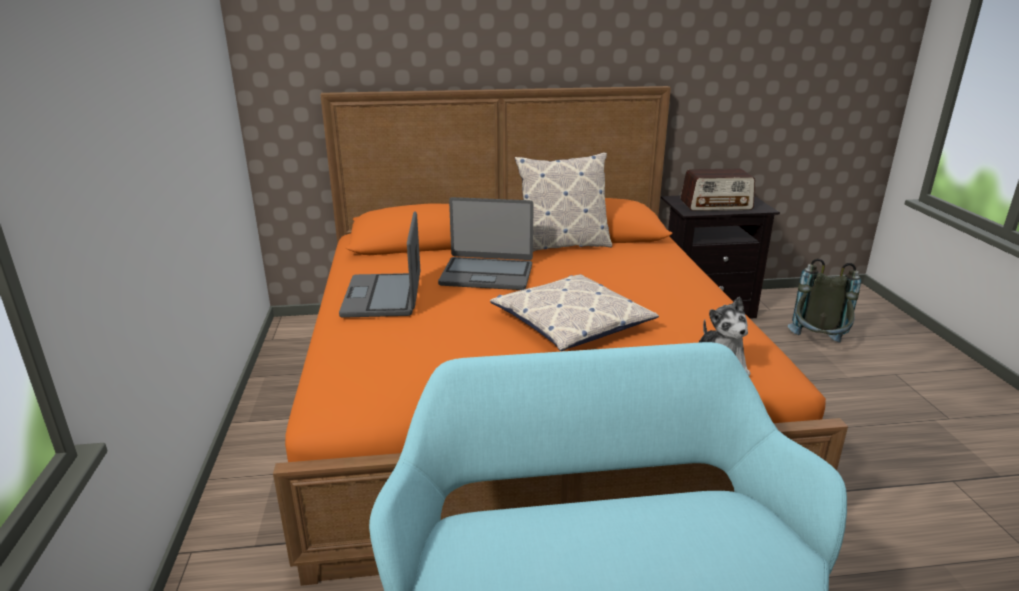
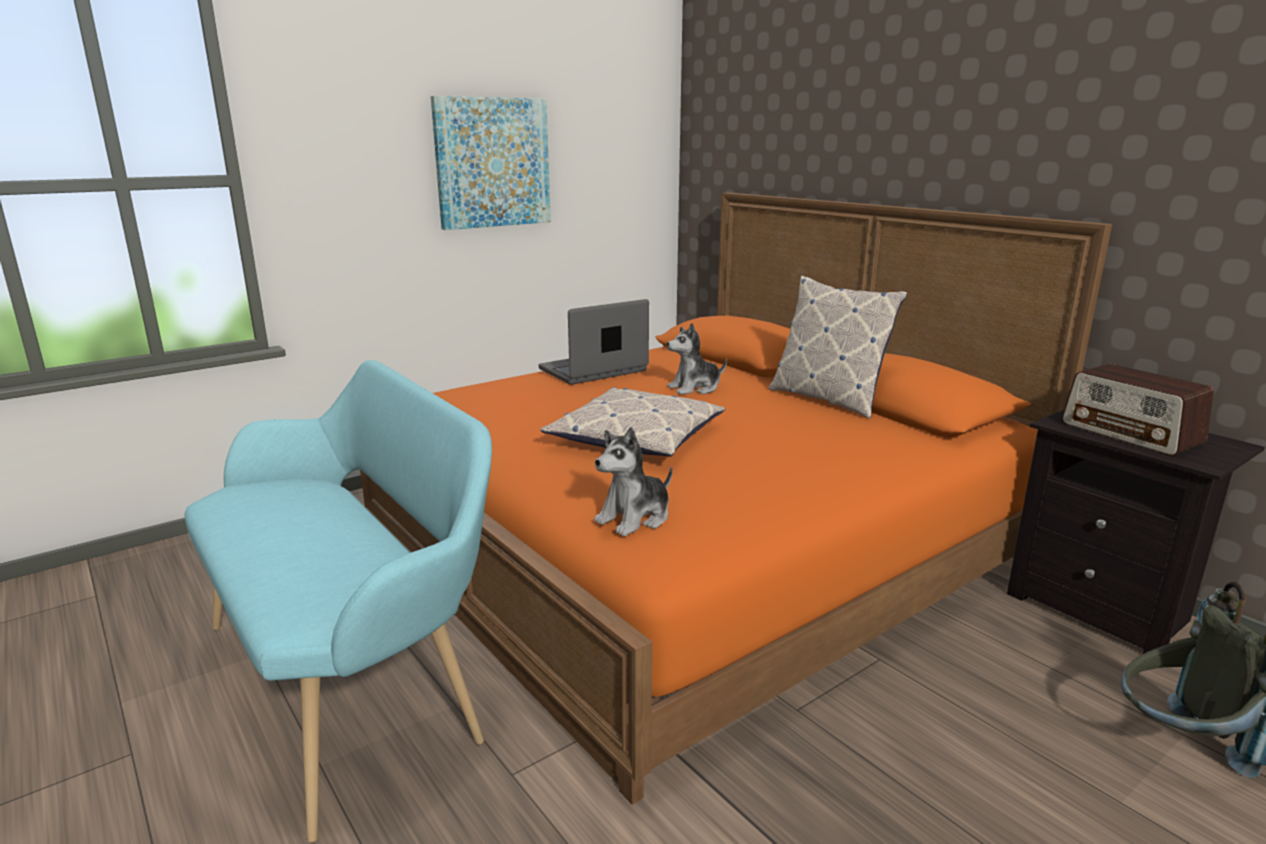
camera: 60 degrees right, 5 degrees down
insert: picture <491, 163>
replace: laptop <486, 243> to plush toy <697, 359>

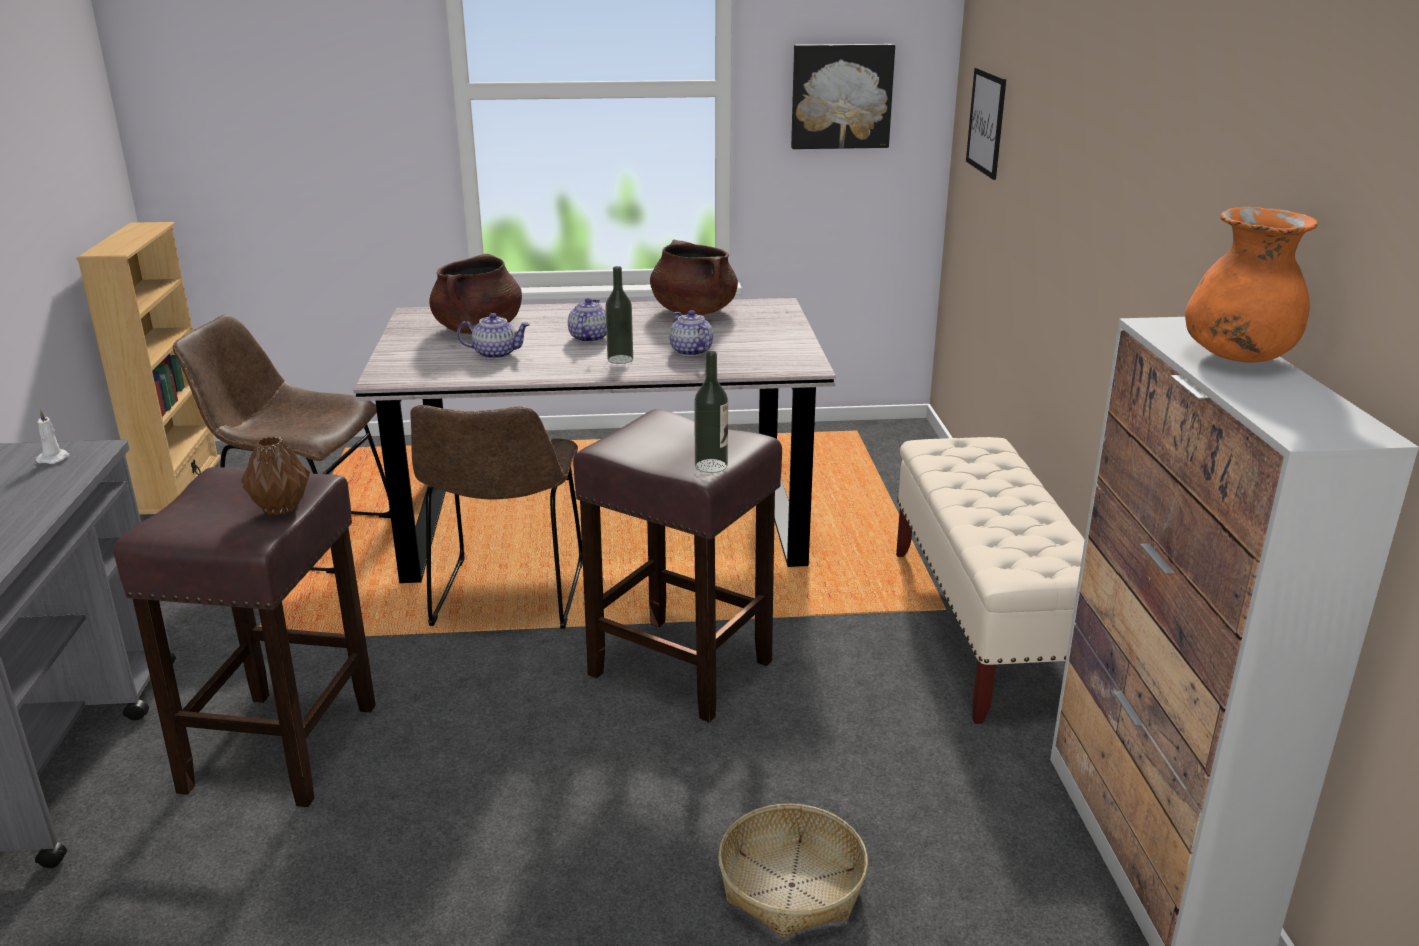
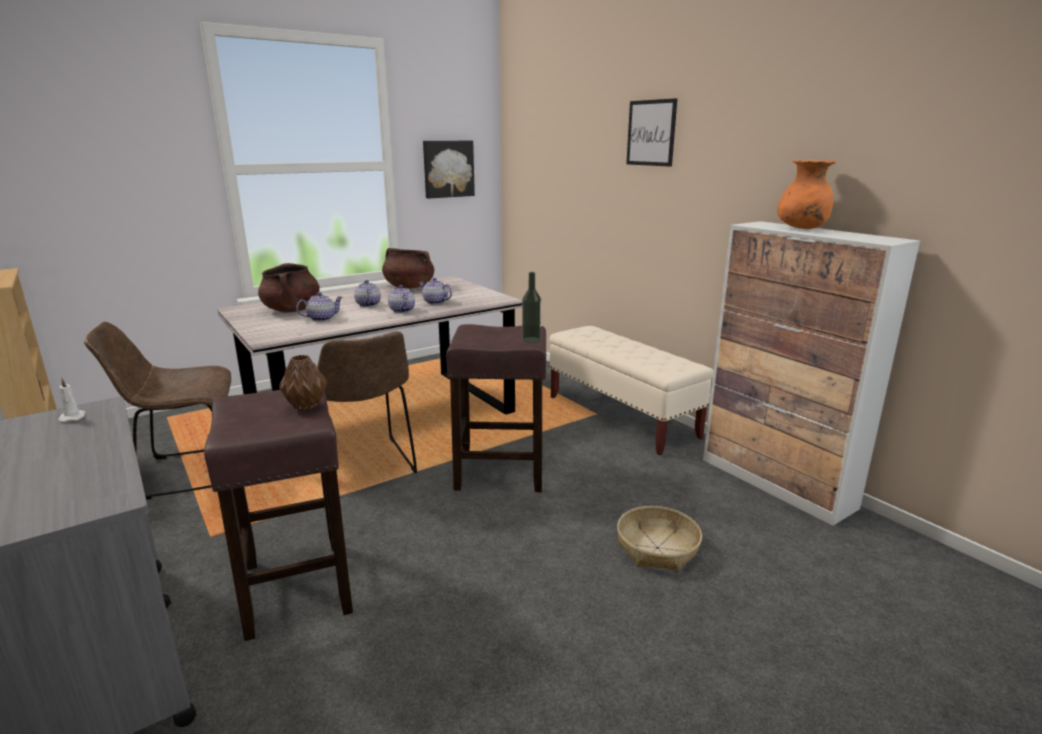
camera: 30 degrees left, 5 degrees down
move: picture <986, 123> to <652, 132>
replace: bottle <619, 315> to teapot <401, 299>

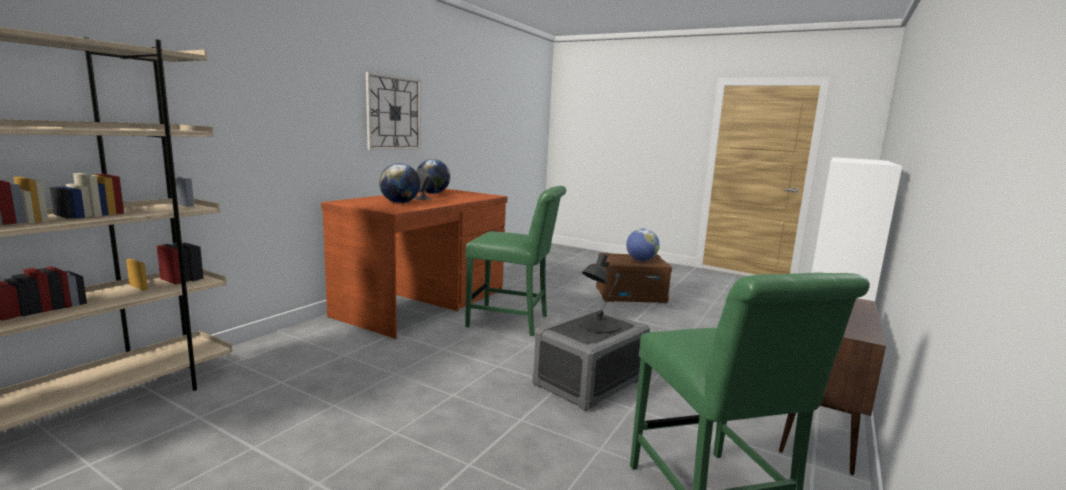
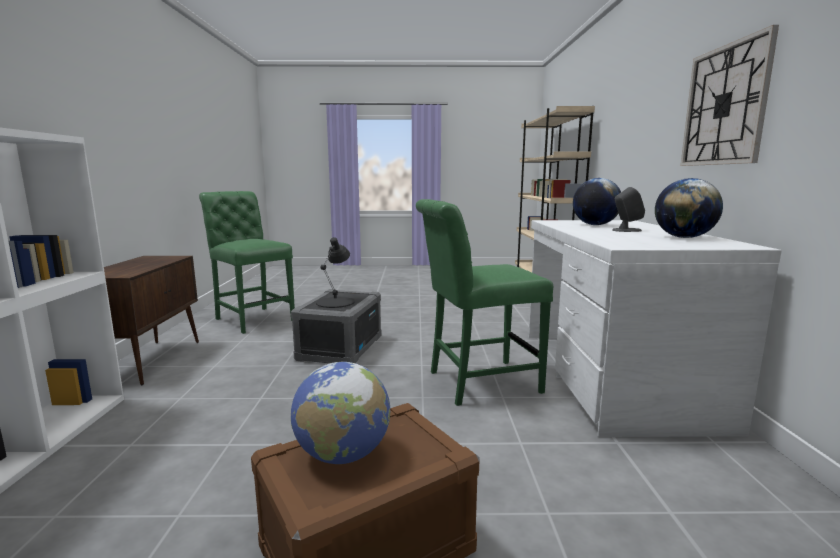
camera: 150 degrees right, 0 degrees up
recolor: desk/brown <414, 264> to desk/white <655, 328>

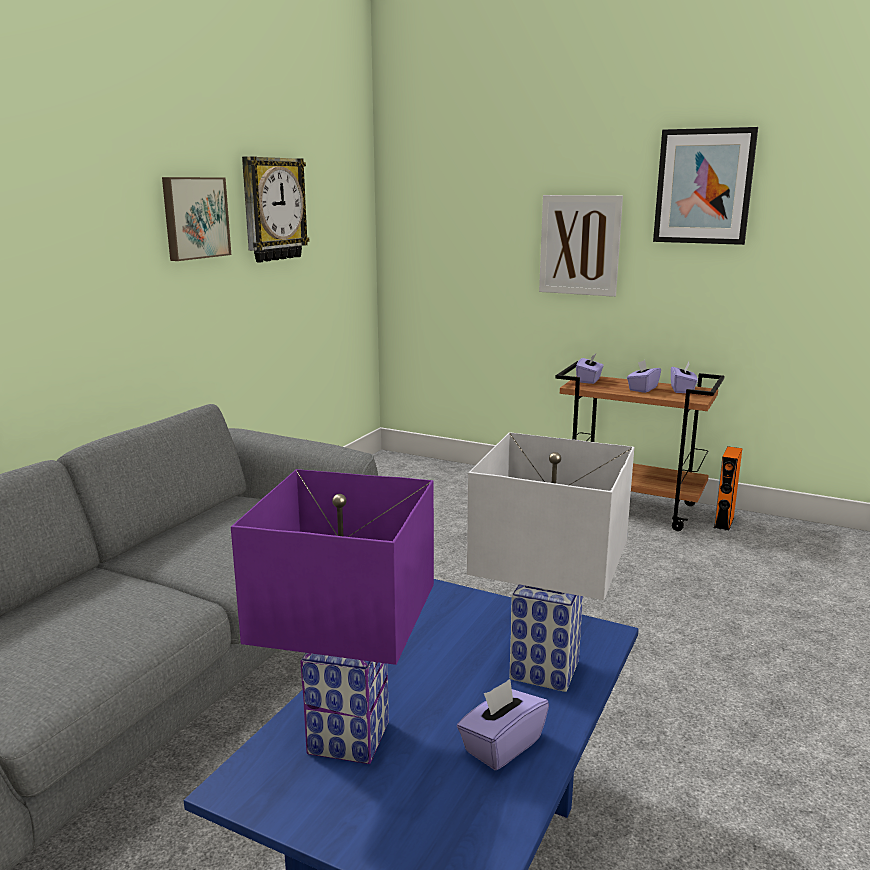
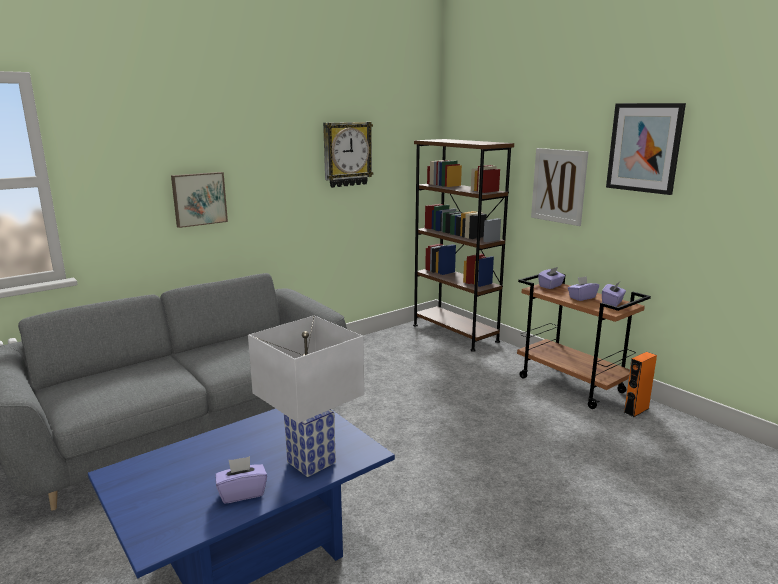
camera: 25 degrees right, 0 degrees up
delete: table lamp/purple <332, 616>
insert: bookcase/brown <463, 245>
move: picture <196, 219> to <199, 200>

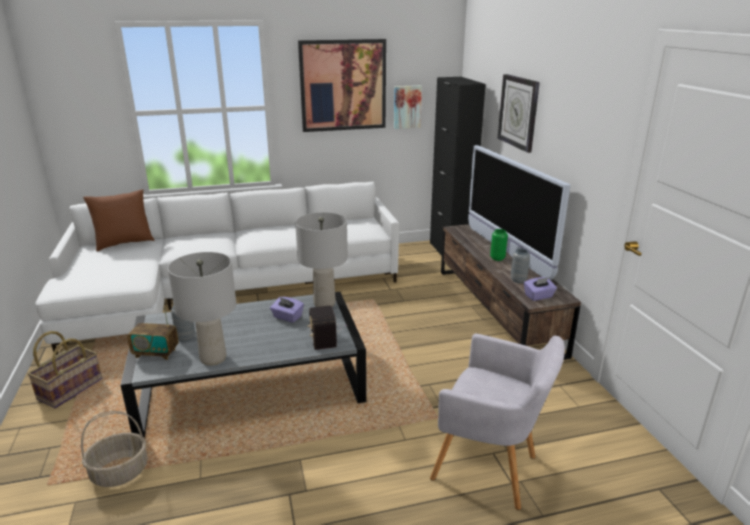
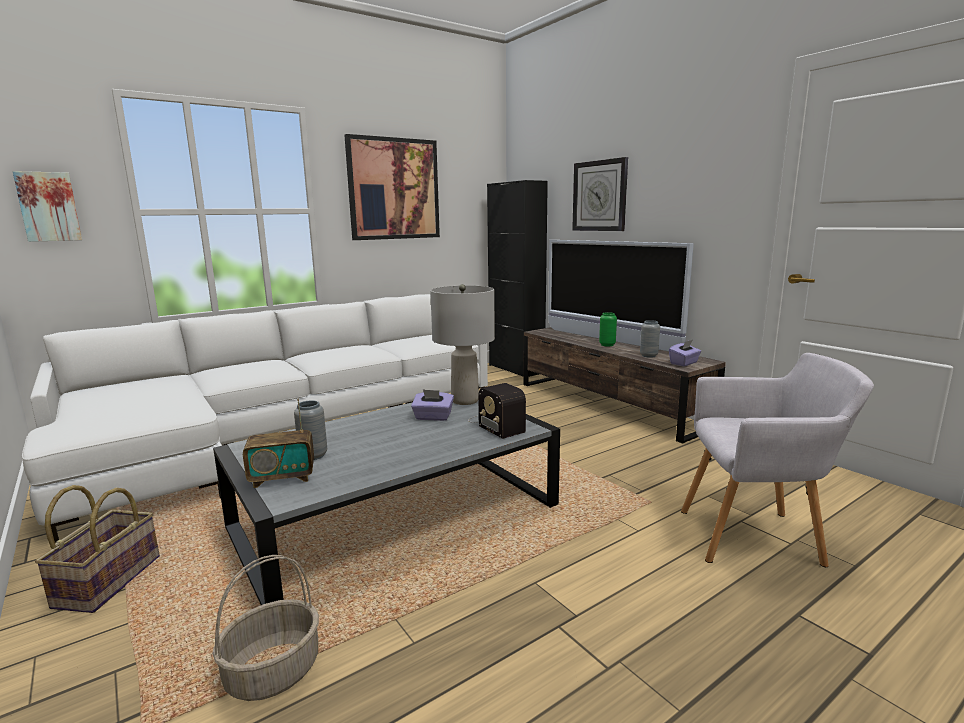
camera: 20 degrees left, 10 degrees down
delete: pillow/brown <119, 220>; table lamp/grey <202, 309>
move: picture <408, 107> to <47, 206>

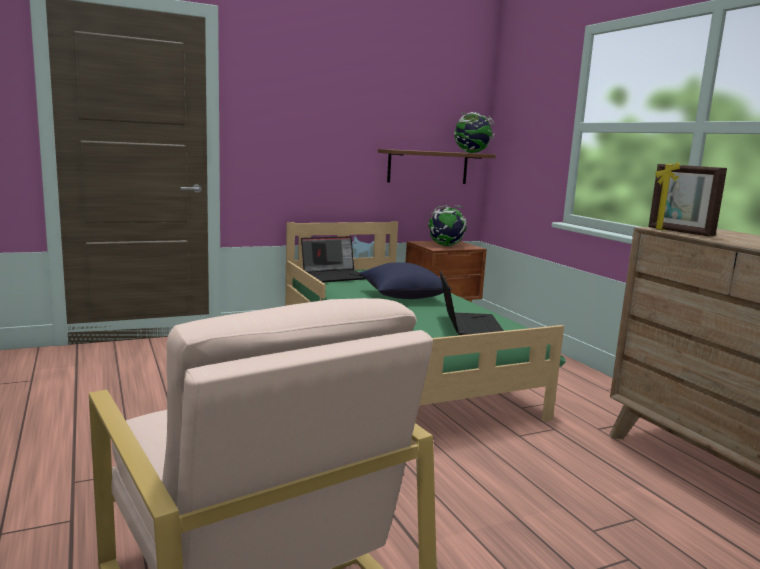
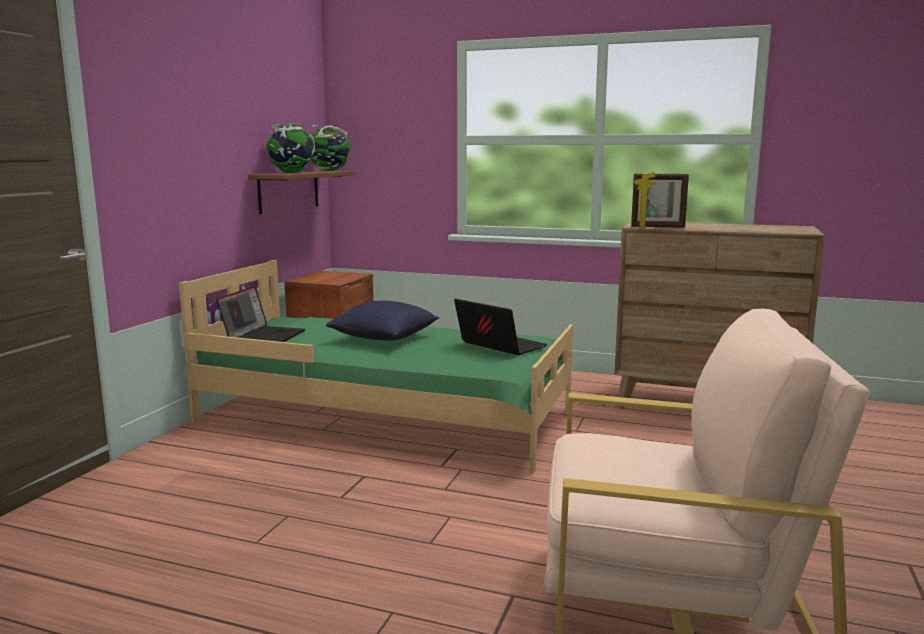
camera: 45 degrees left, 0 degrees up
move: globe <447, 225> to <291, 148>

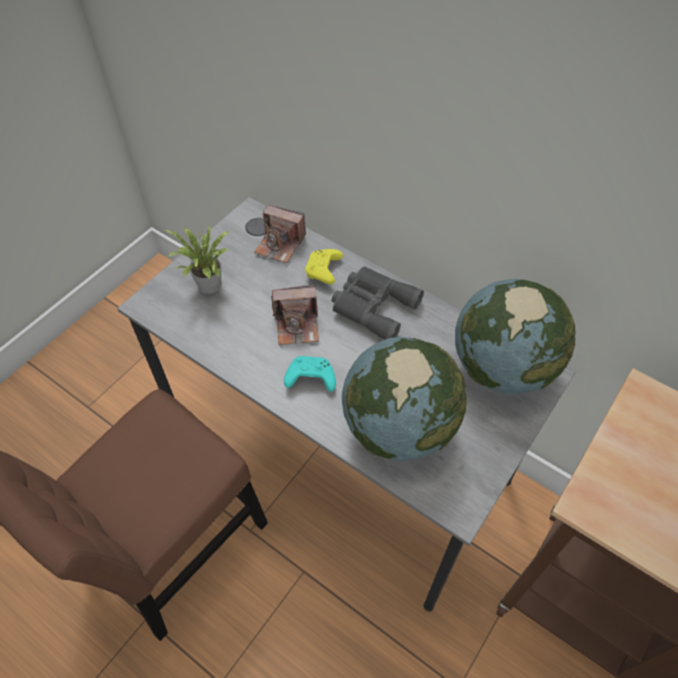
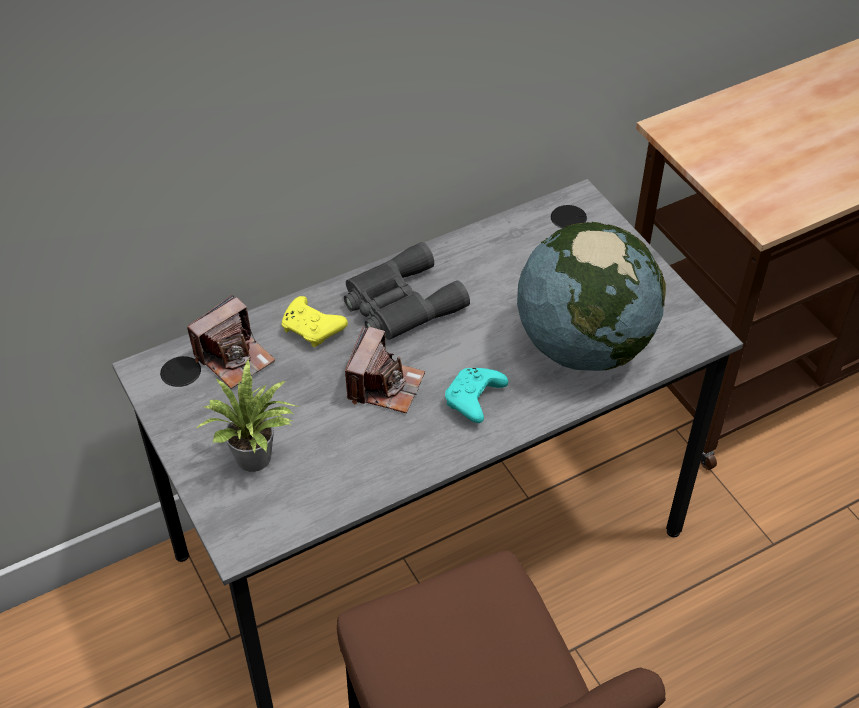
camera: 65 degrees left, 5 degrees down
delete: globe <515, 336>

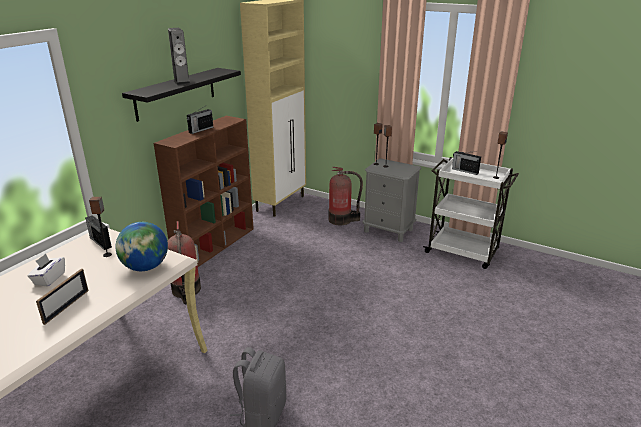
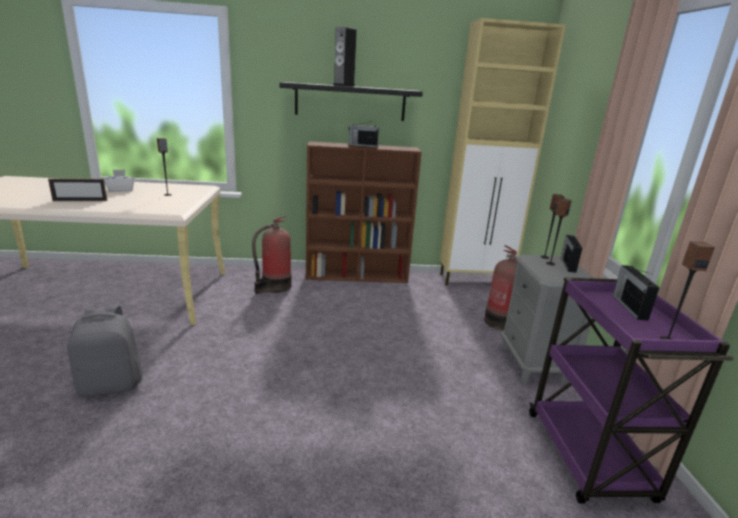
camera: 55 degrees right, 5 degrees down
delete: globe <141, 246>
move: radio <98, 232> to <571, 254>
recolor: cart/white <471, 213> to cart/purple <631, 390>

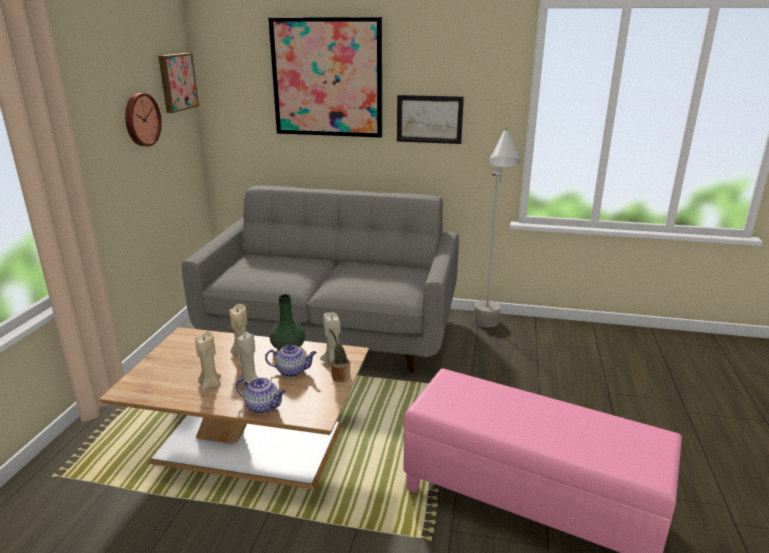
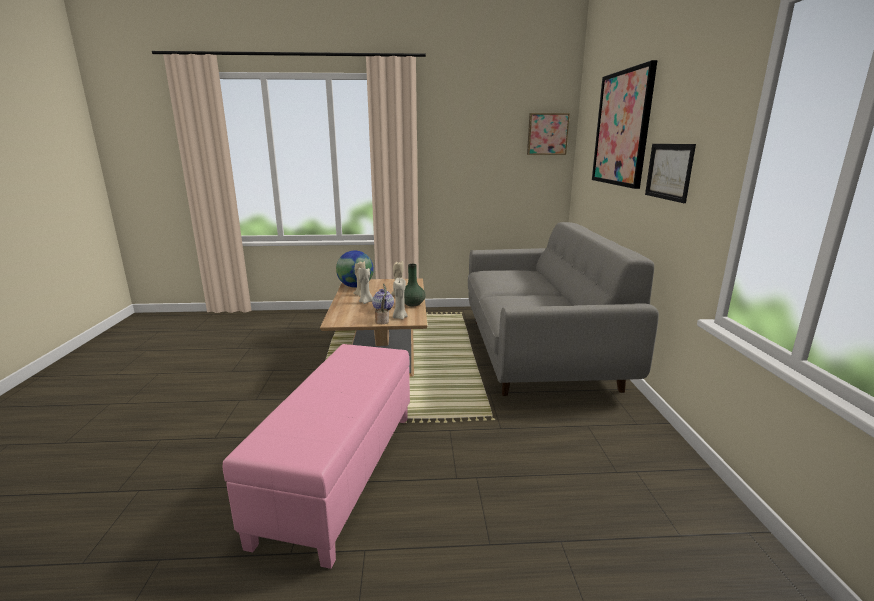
camera: 75 degrees right, 5 degrees down
delete: wall clock <143, 119>; teapot <261, 396>; floor lamp/grey <497, 227>
insert: globe <355, 269>

